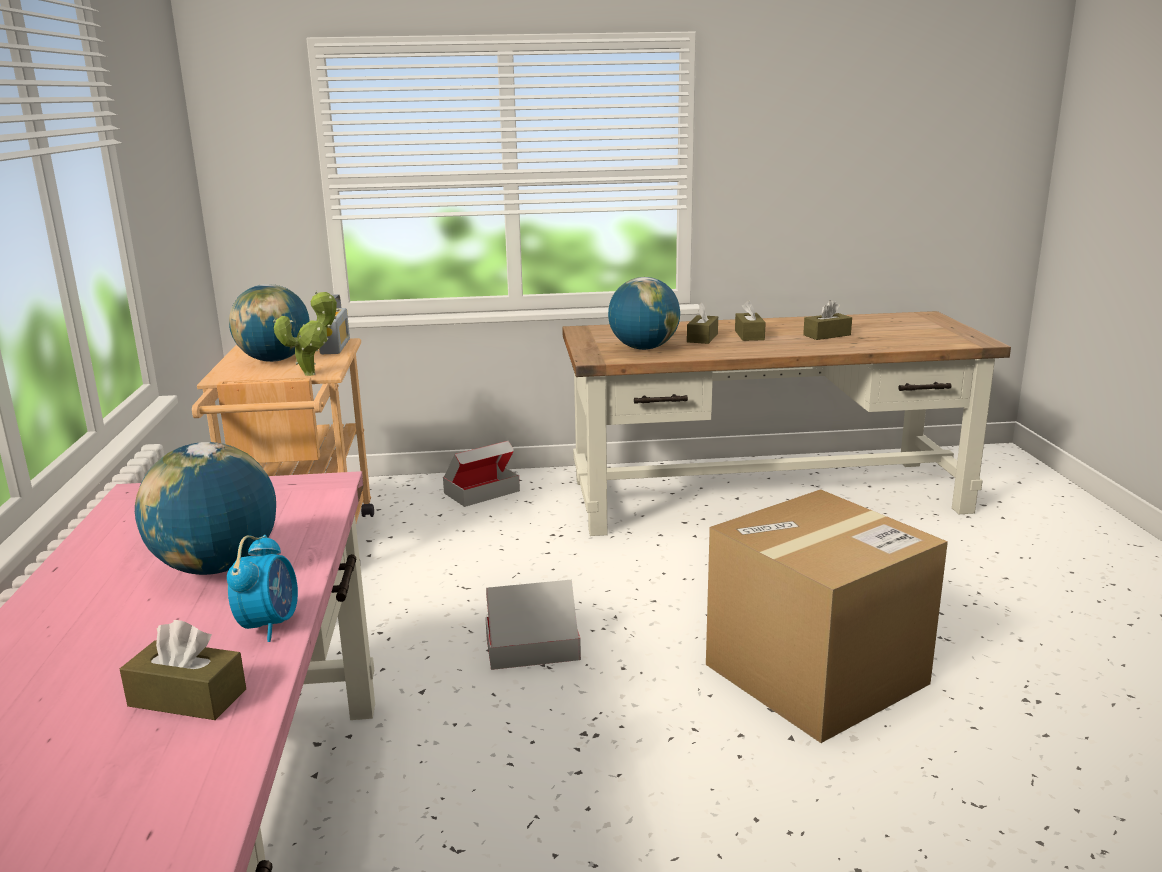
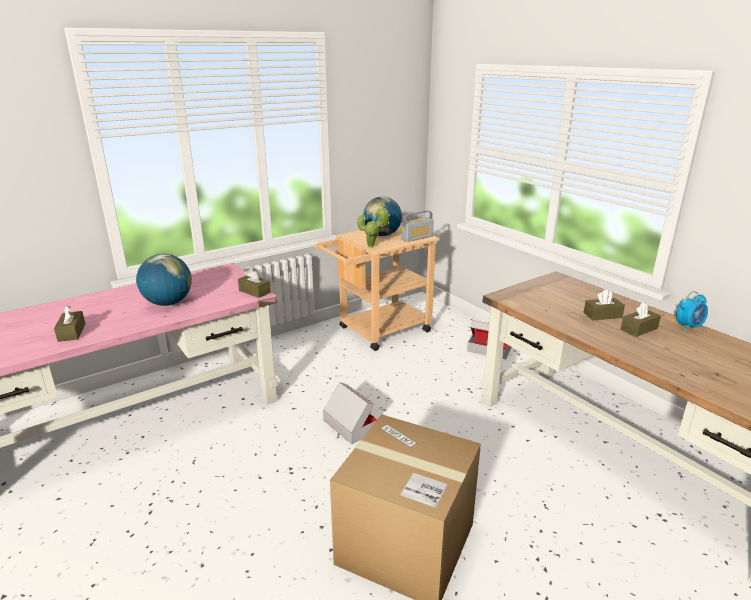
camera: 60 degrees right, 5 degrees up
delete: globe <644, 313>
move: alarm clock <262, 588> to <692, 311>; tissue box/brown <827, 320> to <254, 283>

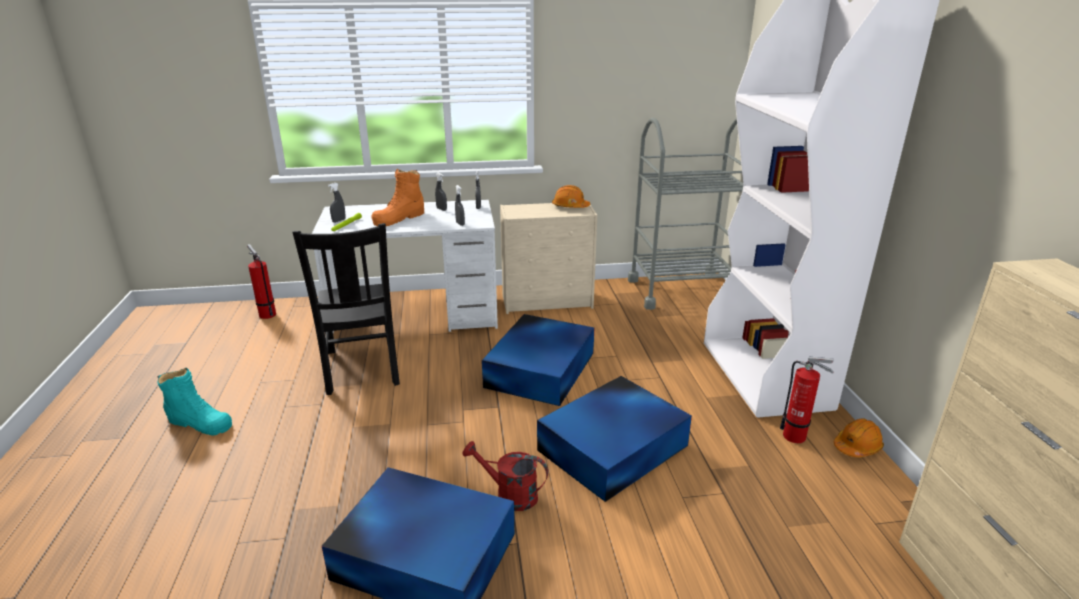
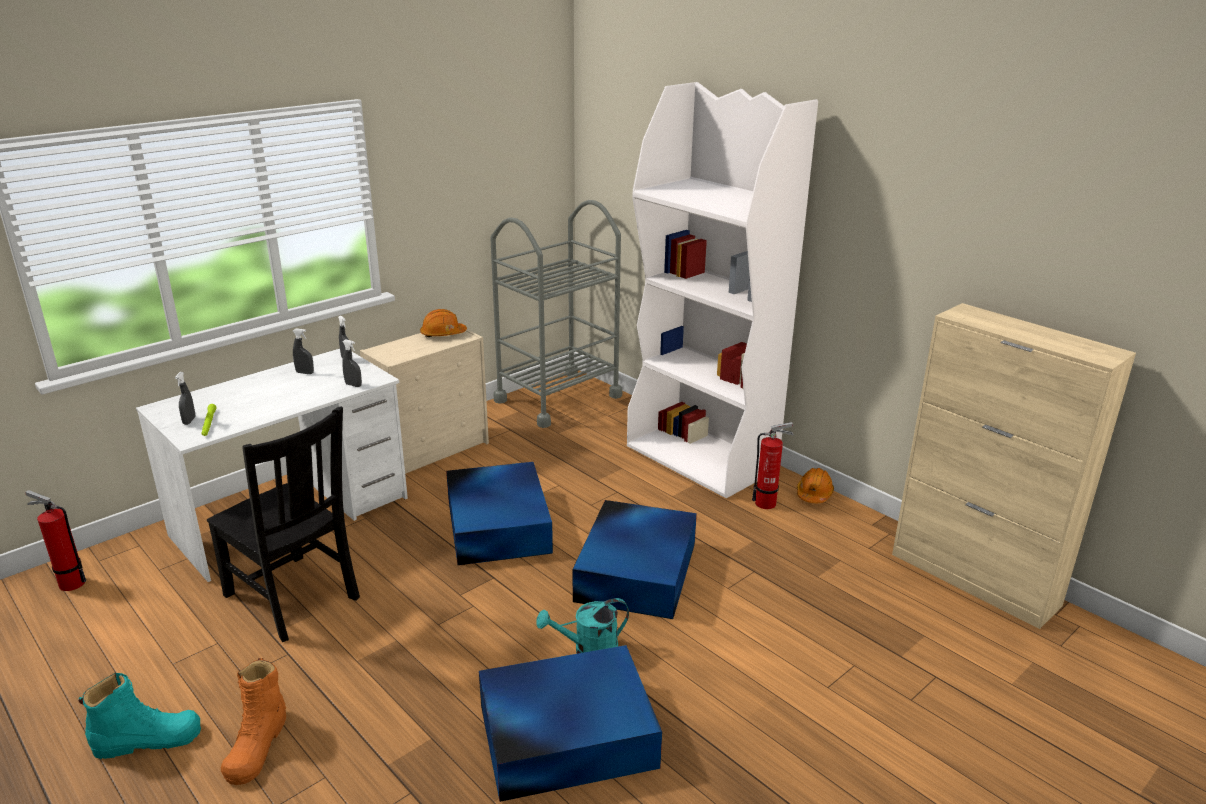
camera: 35 degrees left, 0 degrees up
move: boot/orange <398, 197> to <253, 721>
recolor: watering can/red <505, 476> to watering can/turquoise <582, 626>

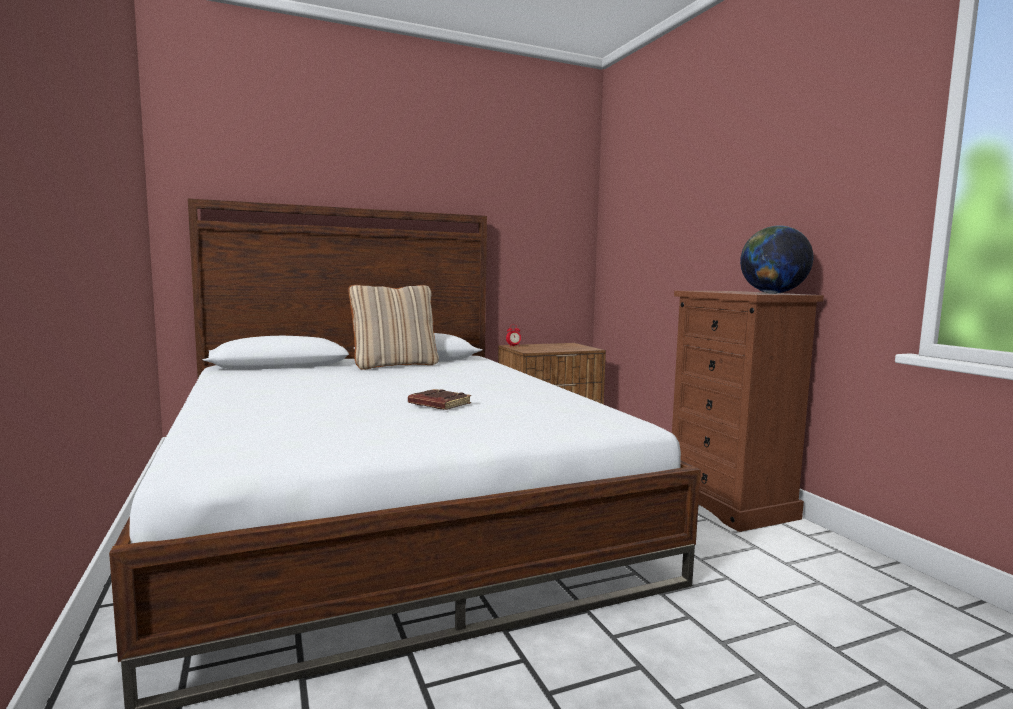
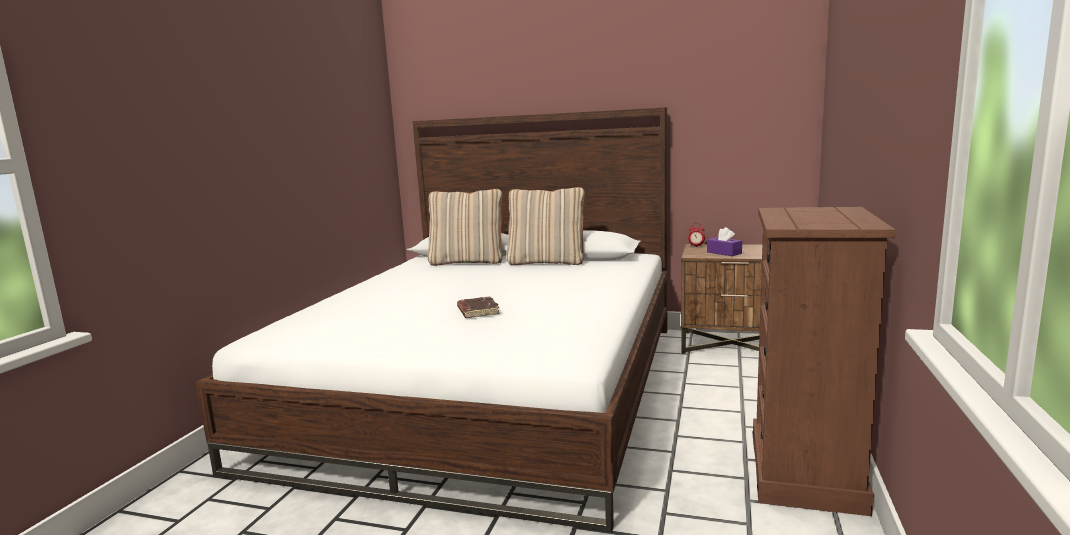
camera: 40 degrees right, 5 degrees up
delete: globe <776, 259>
insert: pillow/beige <465, 227>; tissue box/purple <724, 241>

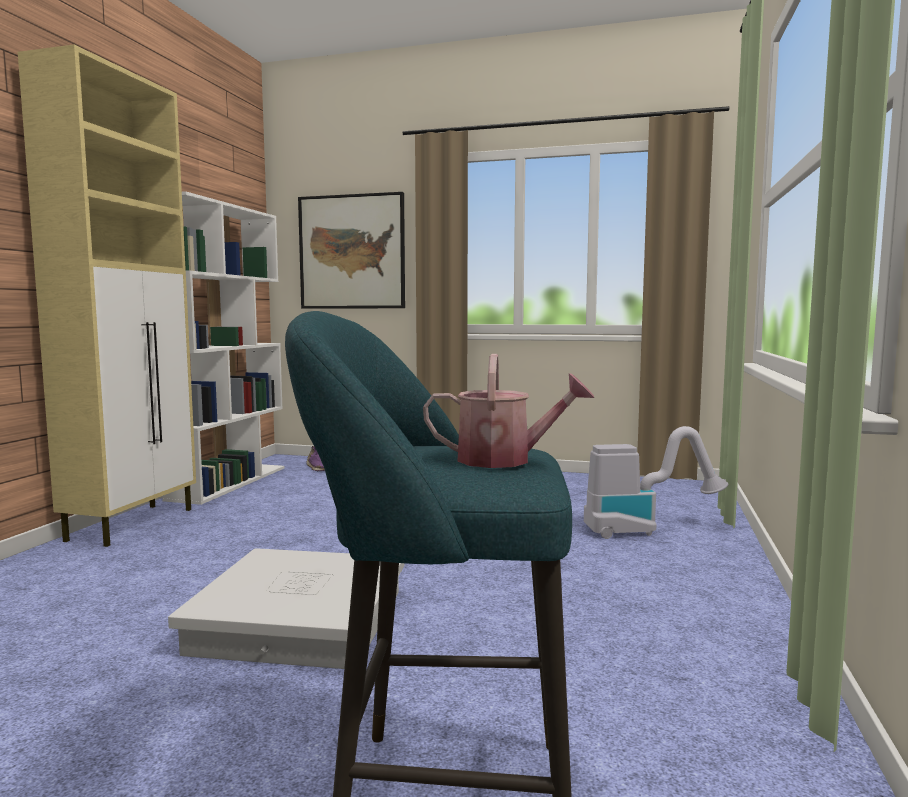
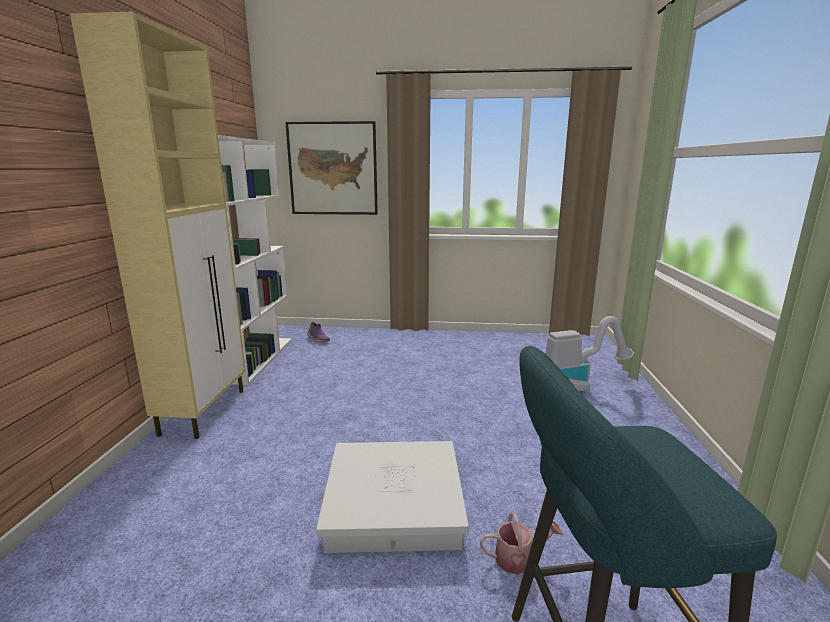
camera: 10 degrees left, 10 degrees up
move: watering can <508, 411> to <521, 543>

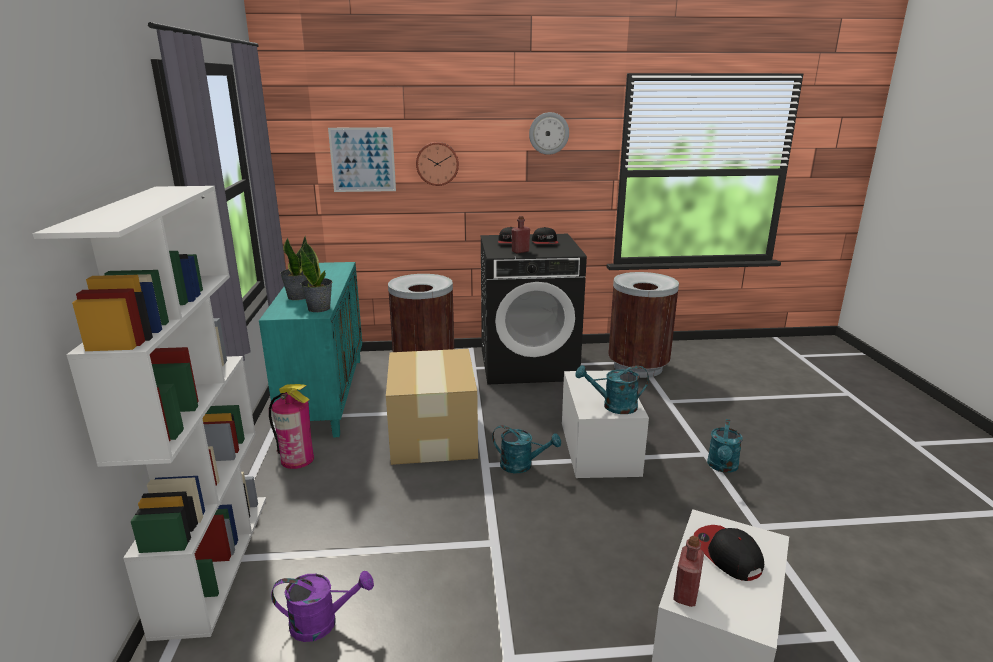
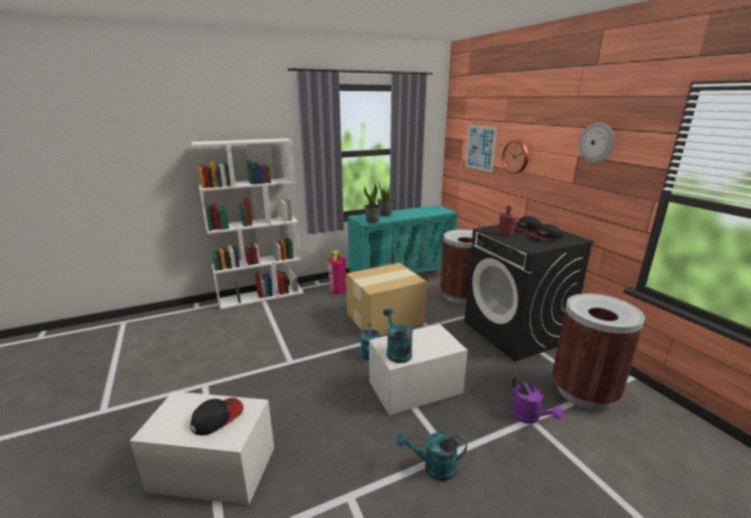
camera: 70 degrees right, 0 degrees up
delete: bottle/red <688, 571>
move: watering can/purple <322, 606> to <537, 400>

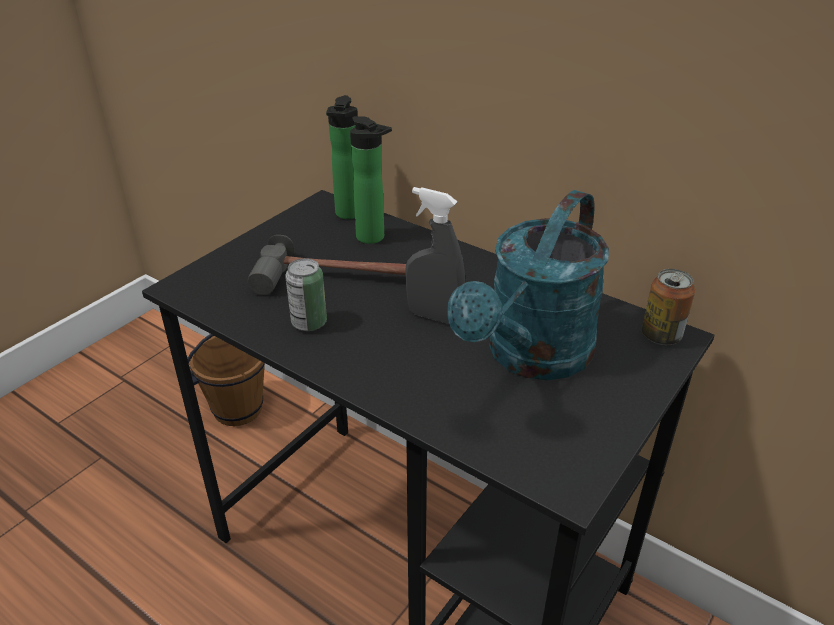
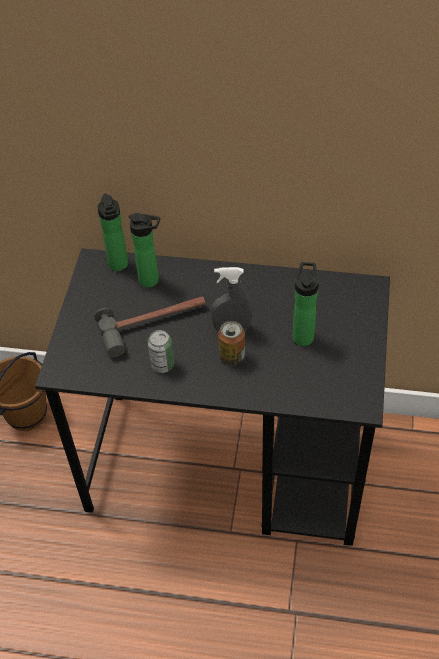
camera: 25 degrees left, 15 degrees up
move: can <668, 307> to <231, 343>
replace: watering can/turquoise <528, 285> to bottle <305, 304>

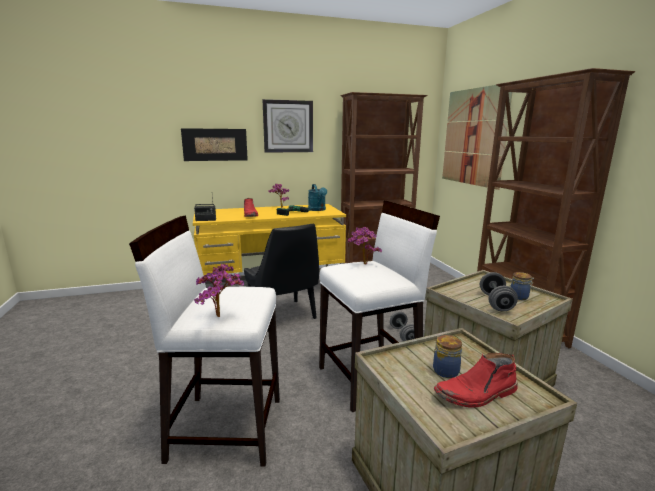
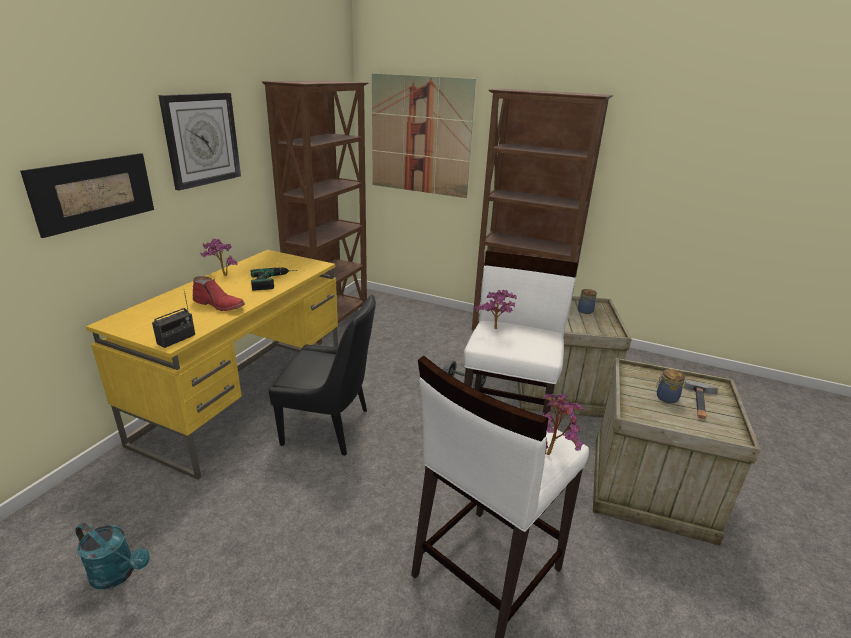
camera: 50 degrees left, 10 degrees up
delete: dumbbell/grey <499, 291>
move: watering can/turquoise <317, 197> to <112, 556>
replace: boot/red <476, 380> to hammer <701, 399>

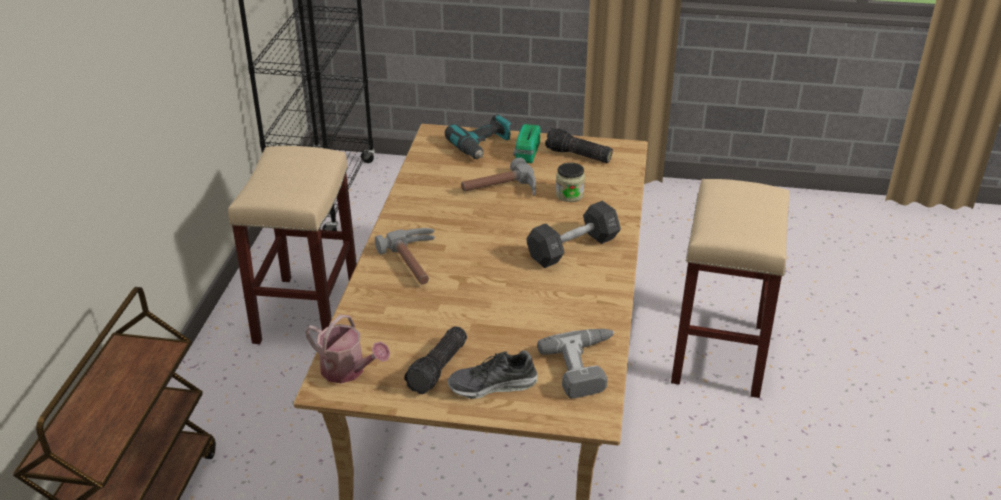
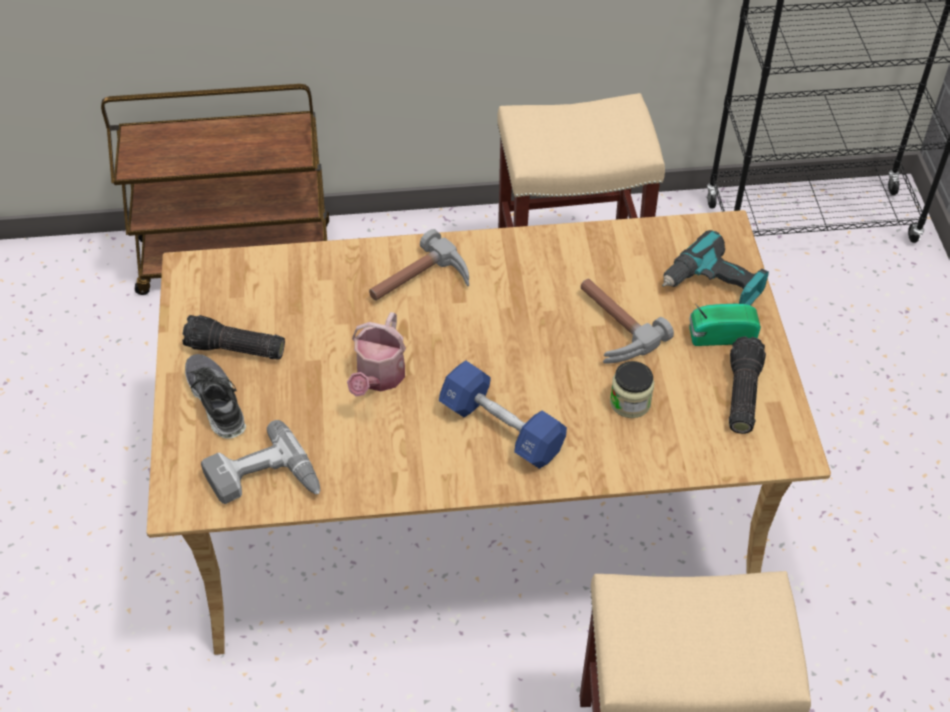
camera: 75 degrees right, 15 degrees up
move: watering can <347, 349> to <376, 354>
recolor: dumbbell/black <573, 234> to dumbbell/blue <503, 415>

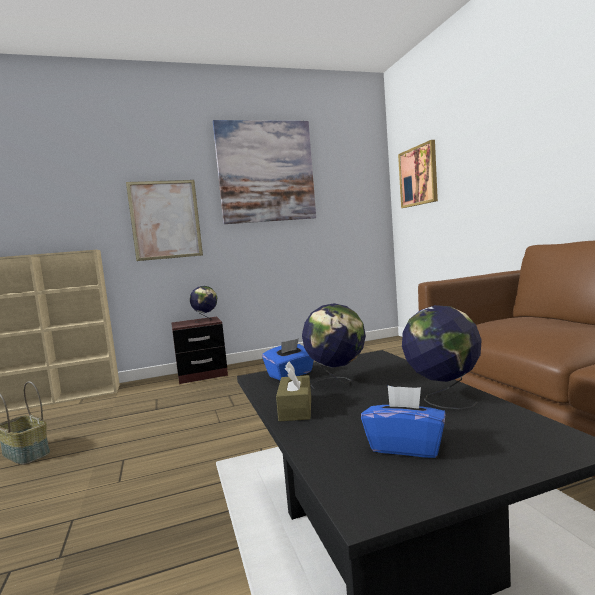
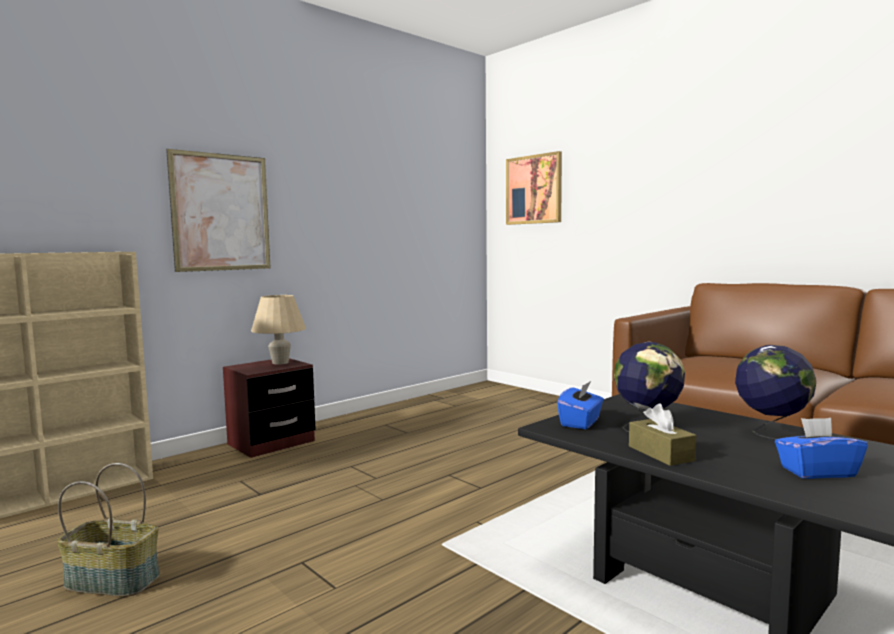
camera: 25 degrees left, 0 degrees up
delete: picture <264, 172>
replace: globe <203, 304> to table lamp/beige <278, 329>

